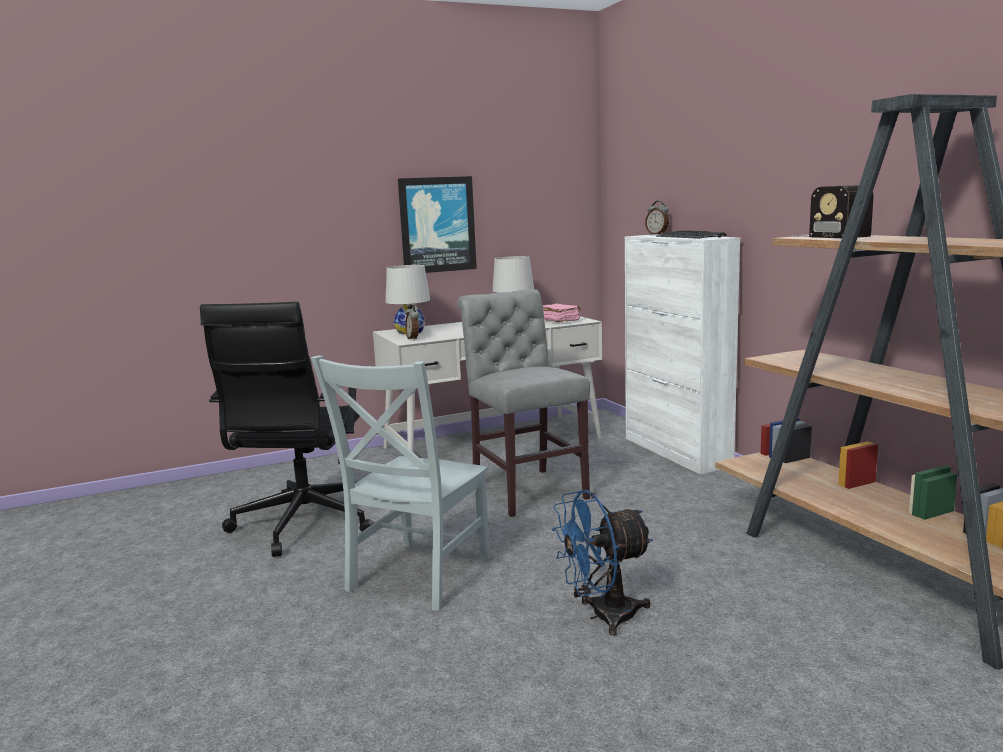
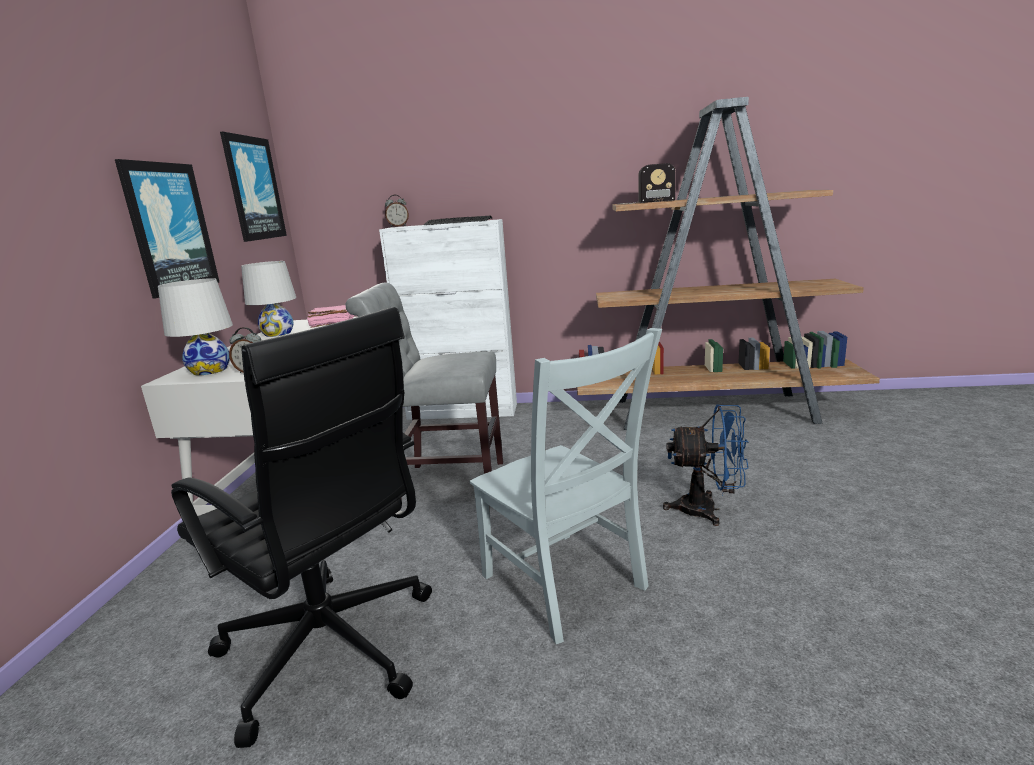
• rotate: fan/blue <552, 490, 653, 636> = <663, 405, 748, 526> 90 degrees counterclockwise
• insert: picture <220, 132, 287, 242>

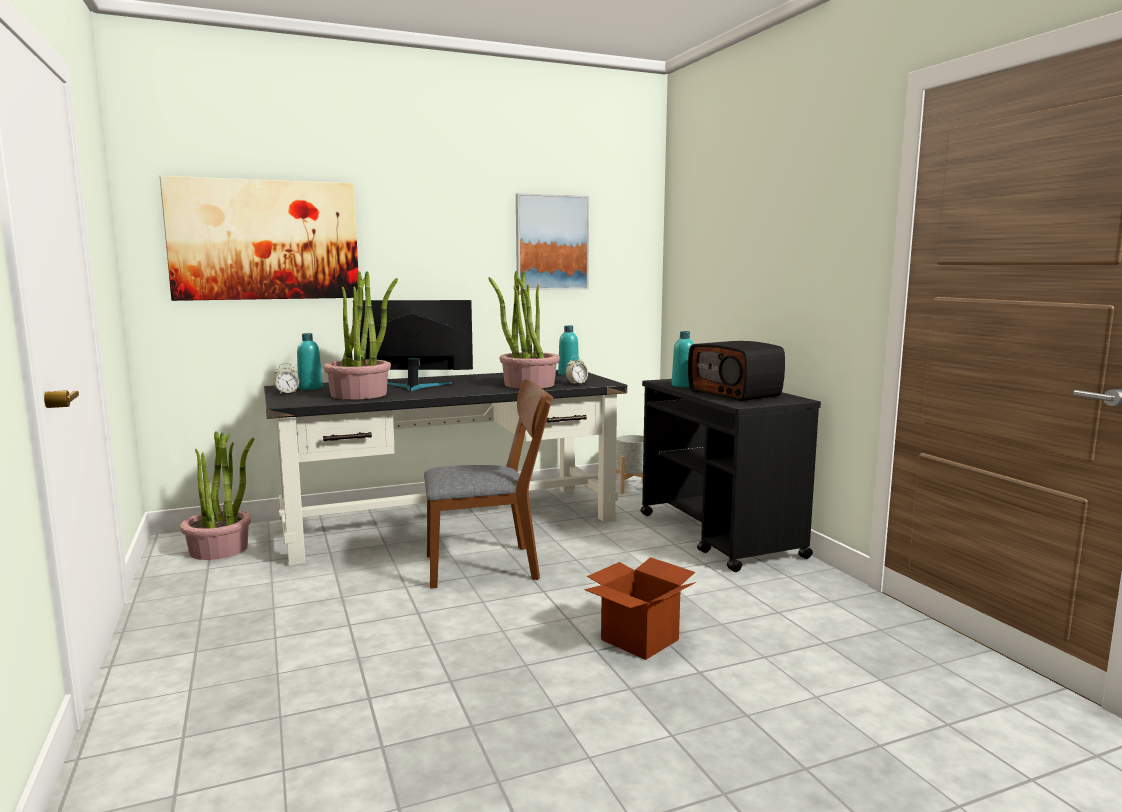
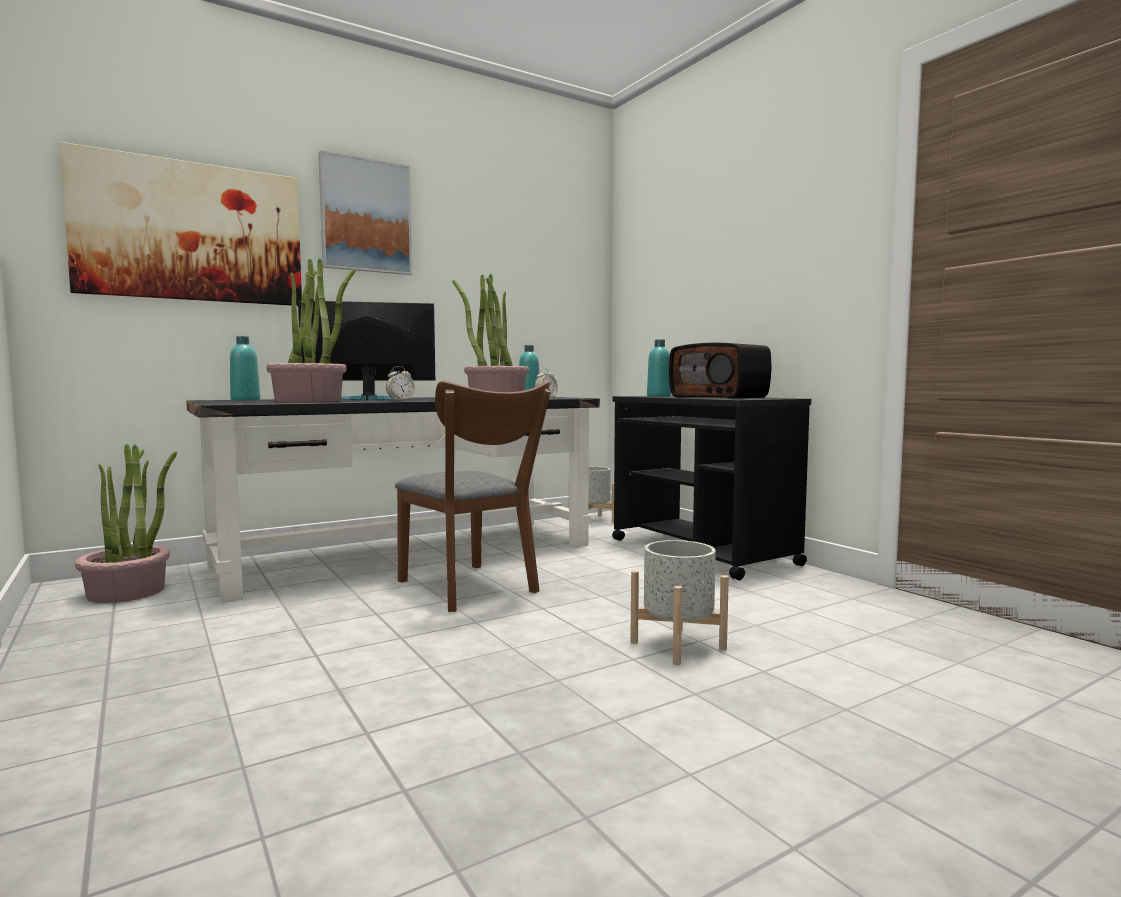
• move: picture <516, 193, 589, 290> to <318, 150, 412, 275>
• move: alarm clock <274, 363, 299, 395> to <386, 366, 415, 401>
• rotate: chair/brown <424, 379, 553, 589> = <395, 381, 551, 612> 75 degrees clockwise
• replace: cardboard box <584, 557, 696, 660> to planter/grey <630, 540, 729, 665>

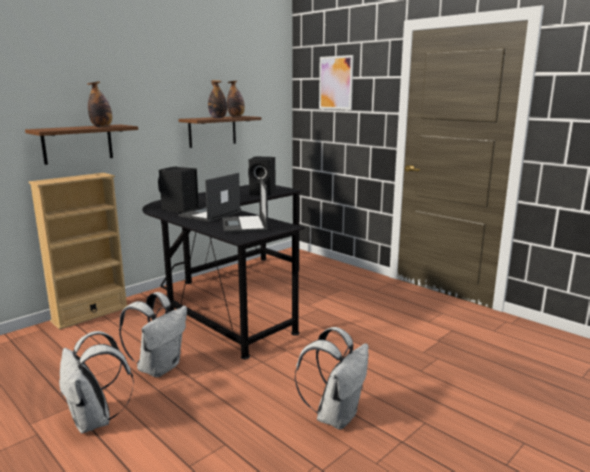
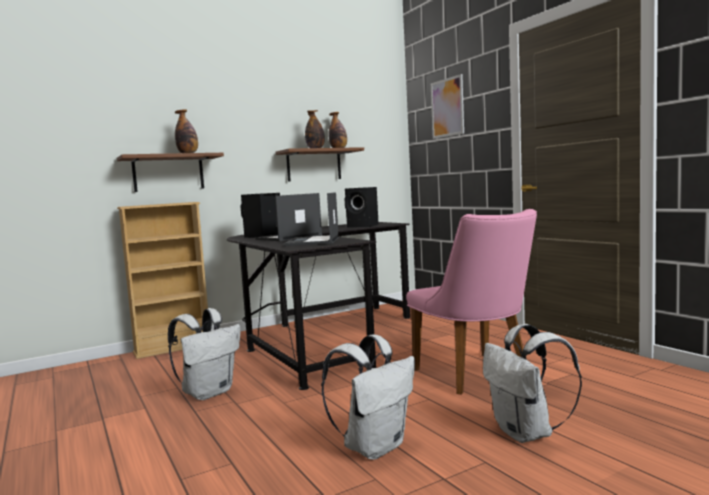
• move: backpack/white <59, 331, 134, 434> to <483, 324, 582, 443>
• insert: chair/pink <406, 209, 537, 394>

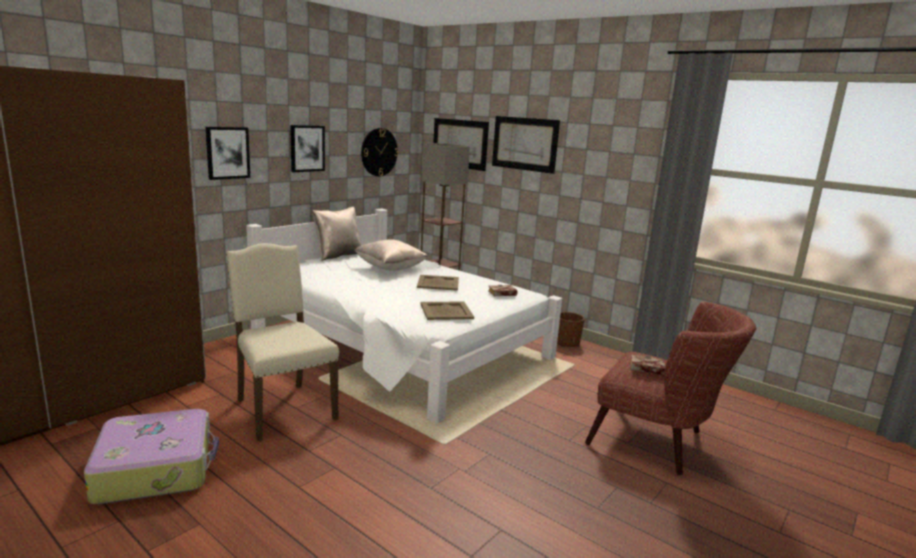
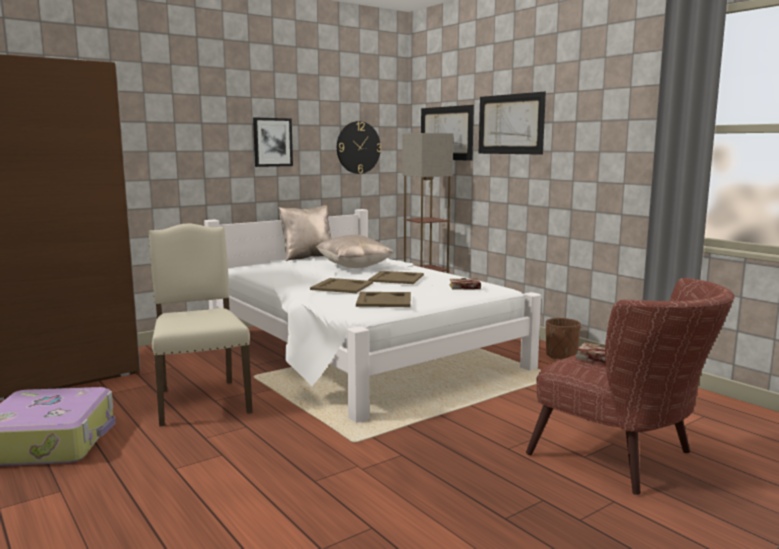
• delete: picture <206, 127, 250, 180>
• insert: tray/beige <310, 278, 373, 293>

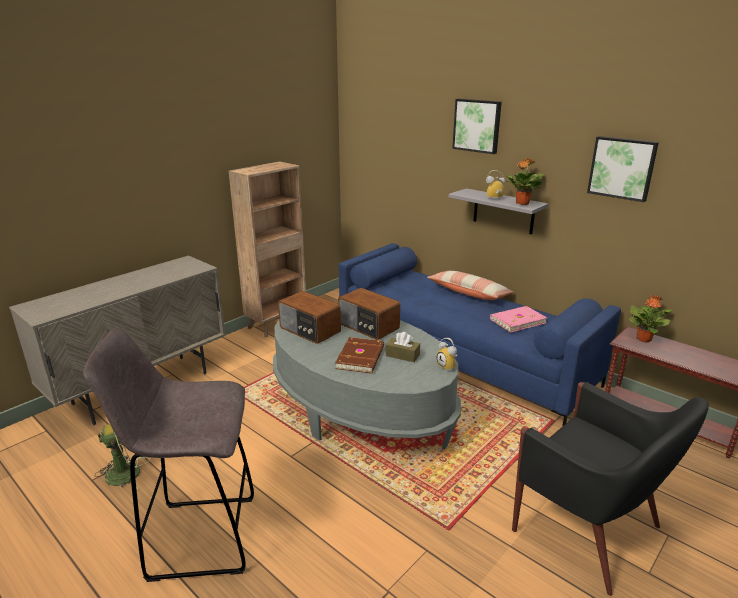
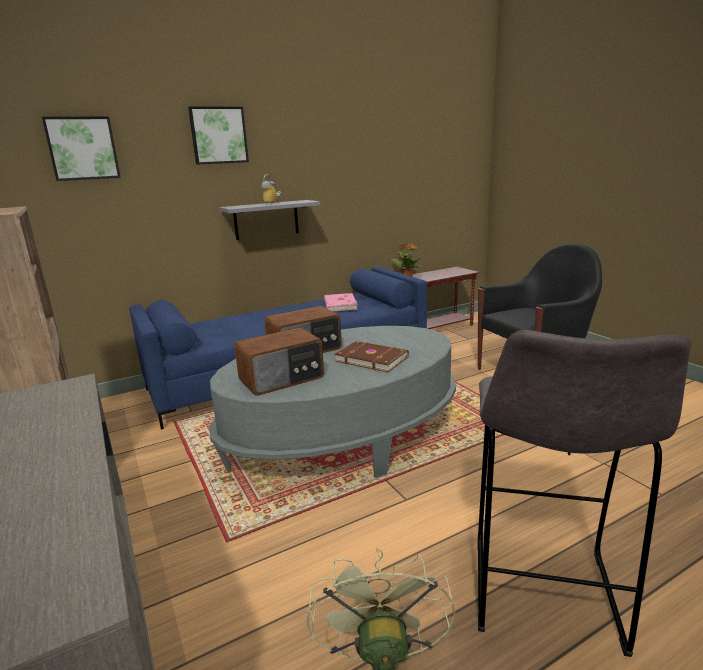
• move: picture <587, 136, 659, 202> to <42, 116, 121, 181>
• delete: potted plant <506, 158, 544, 205>
• delete: pillow <427, 271, 514, 300>
• delete: tissue box/brown <386, 332, 420, 362>
• delete: alarm clock <436, 338, 457, 370>

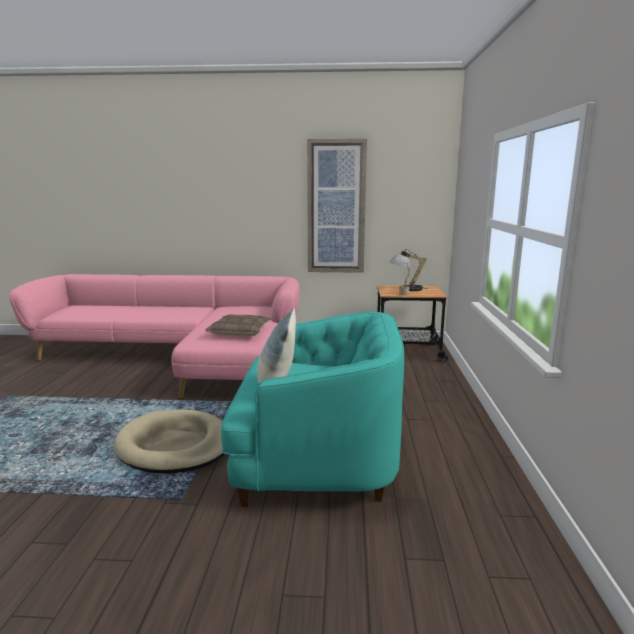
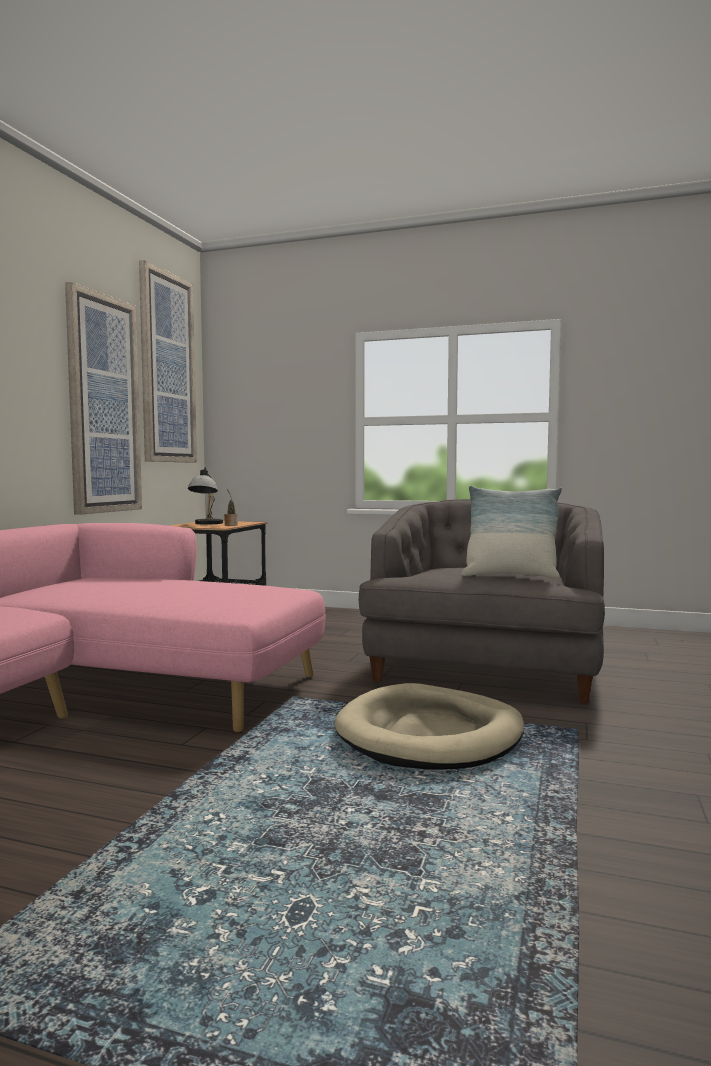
• recolor: armchair/turquoise <221, 312, 404, 507> to armchair/grey <359, 499, 605, 704>
• delete: pillow <205, 315, 272, 336>
• insert: picture <139, 260, 197, 463>

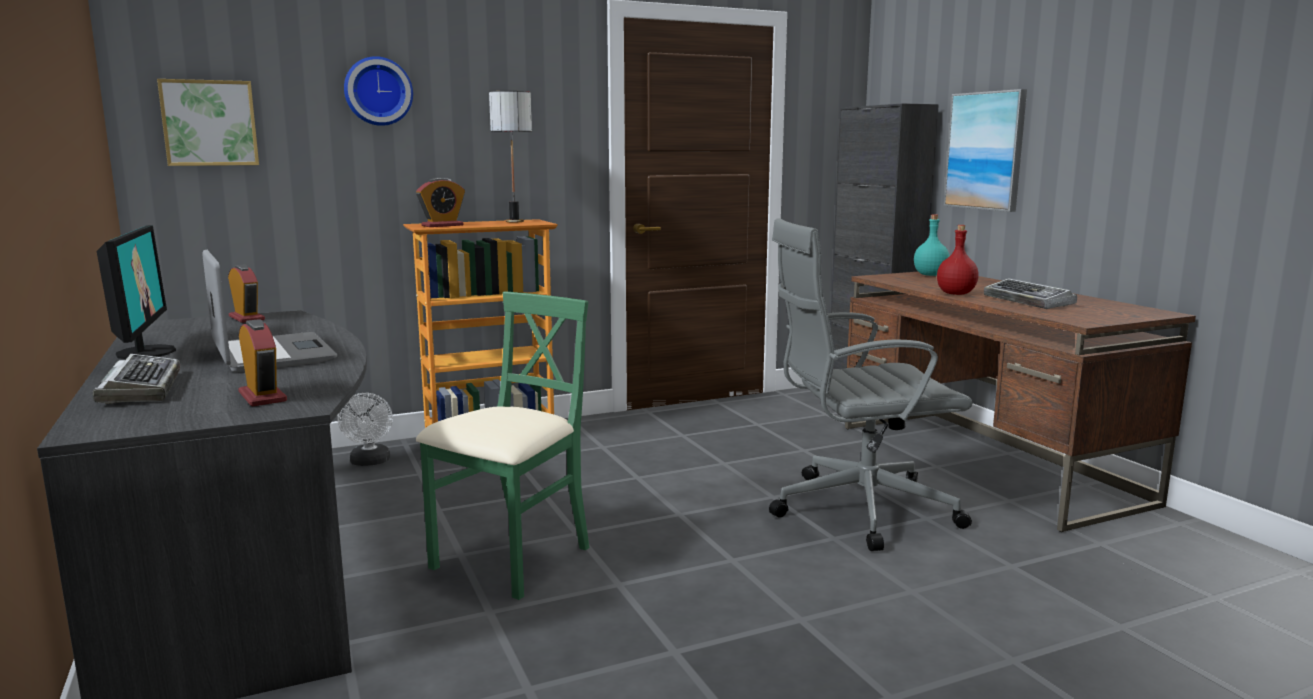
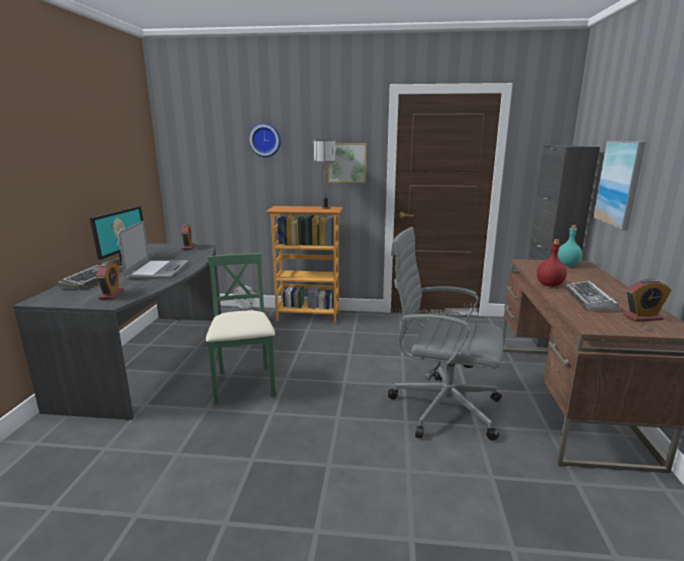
• move: picture <157, 79, 259, 166> to <328, 143, 367, 183>
• move: alarm clock <416, 178, 465, 227> to <623, 278, 671, 322>
• rotate: chair/green <416, 292, 589, 600> = <206, 253, 276, 404> 75 degrees counterclockwise

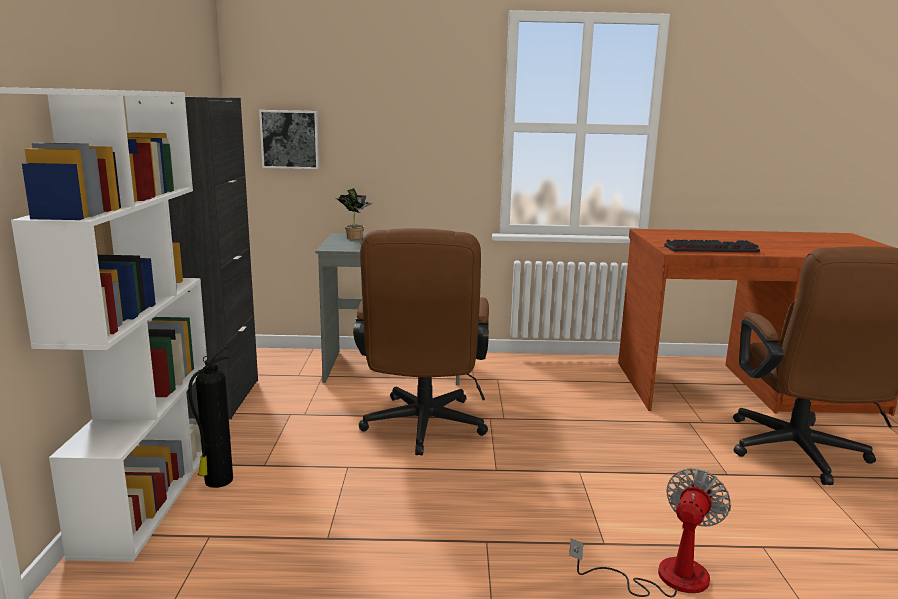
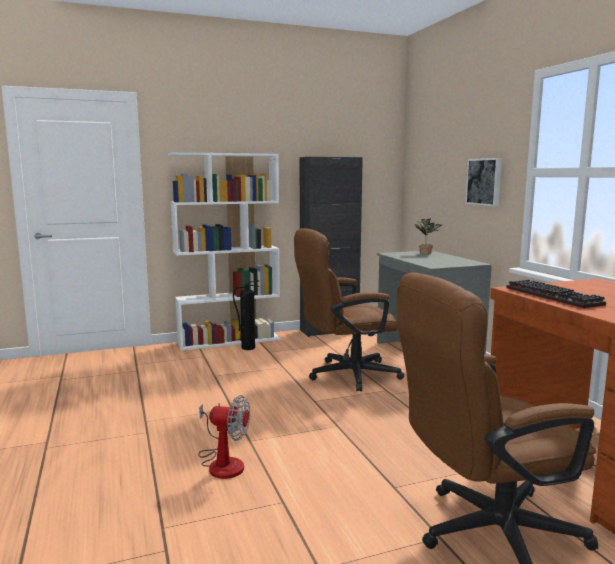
• move: picture <259, 110, 320, 169> to <465, 158, 502, 206>

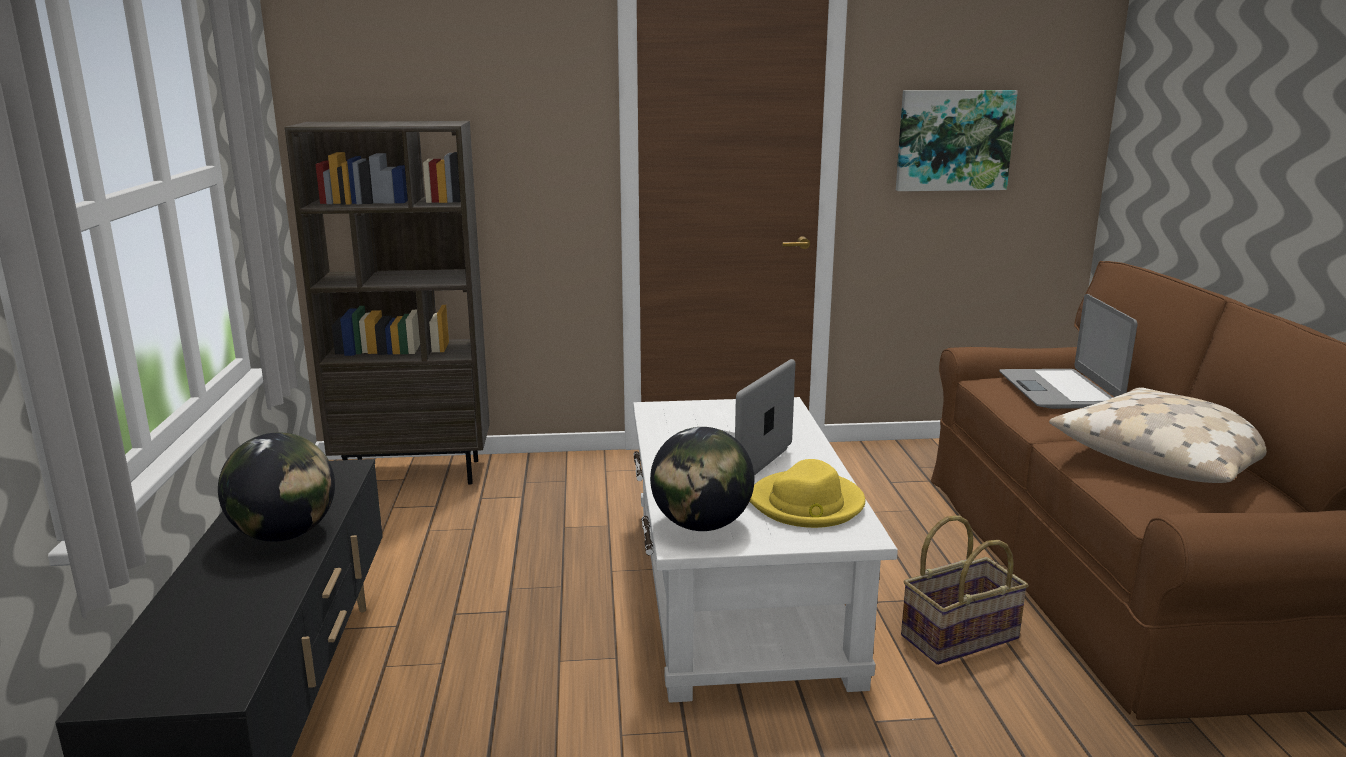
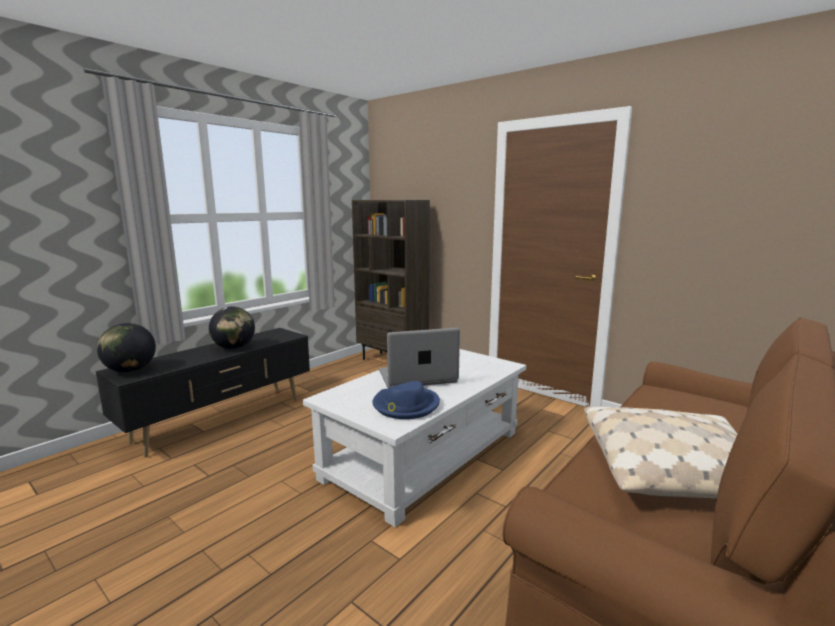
• delete: picture <896, 90, 1018, 191>
• delete: laptop <999, 294, 1137, 409>
• move: globe <650, 427, 754, 531> to <97, 323, 156, 373>
• recolor: hat/yellow <749, 459, 866, 528> to hat/blue <373, 381, 440, 419>
• delete: basket <901, 515, 1028, 665>

